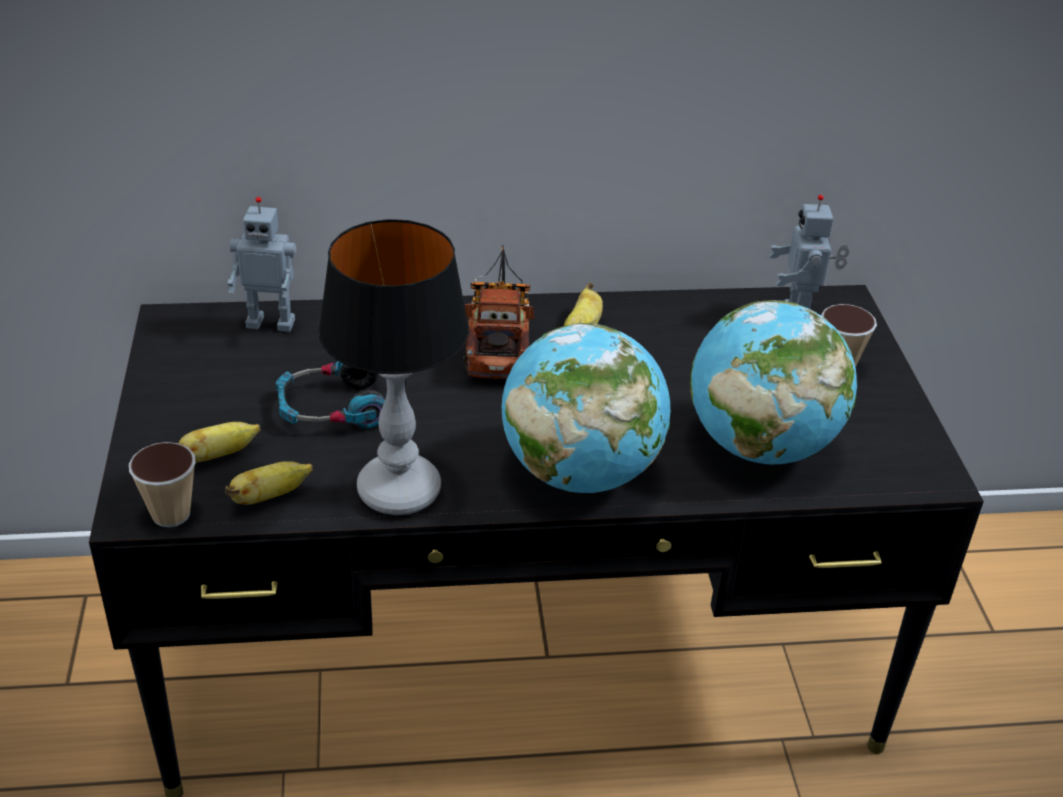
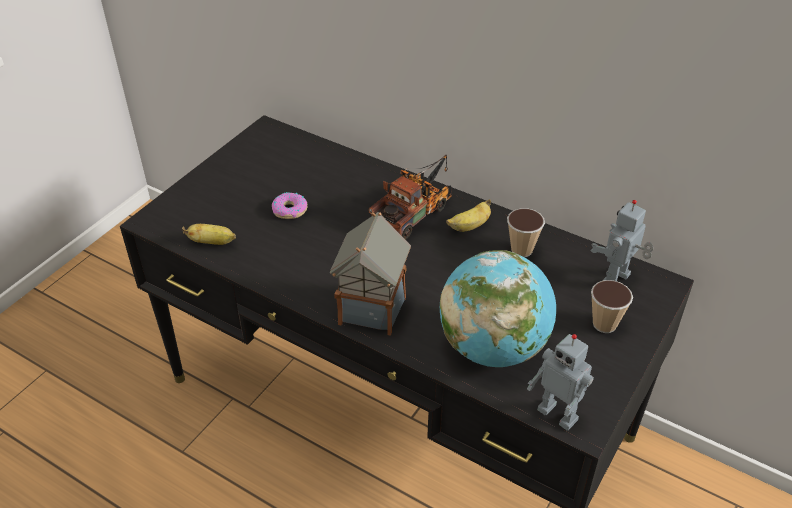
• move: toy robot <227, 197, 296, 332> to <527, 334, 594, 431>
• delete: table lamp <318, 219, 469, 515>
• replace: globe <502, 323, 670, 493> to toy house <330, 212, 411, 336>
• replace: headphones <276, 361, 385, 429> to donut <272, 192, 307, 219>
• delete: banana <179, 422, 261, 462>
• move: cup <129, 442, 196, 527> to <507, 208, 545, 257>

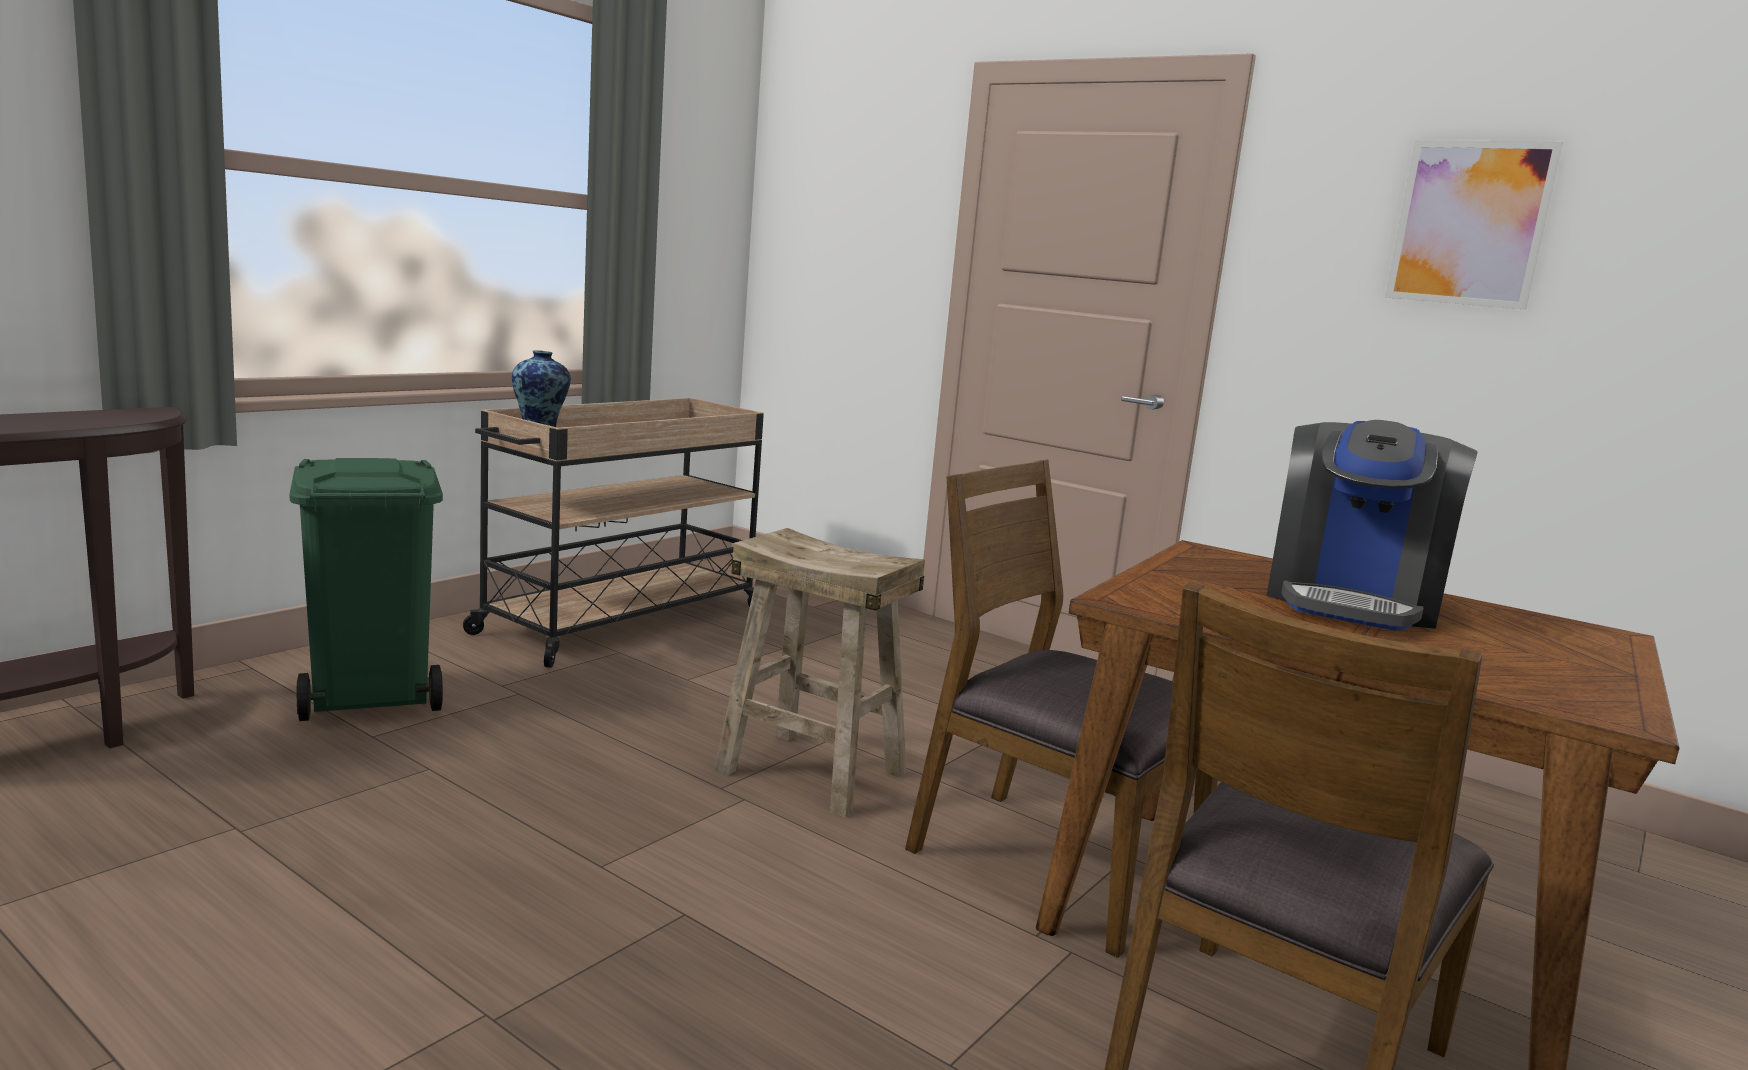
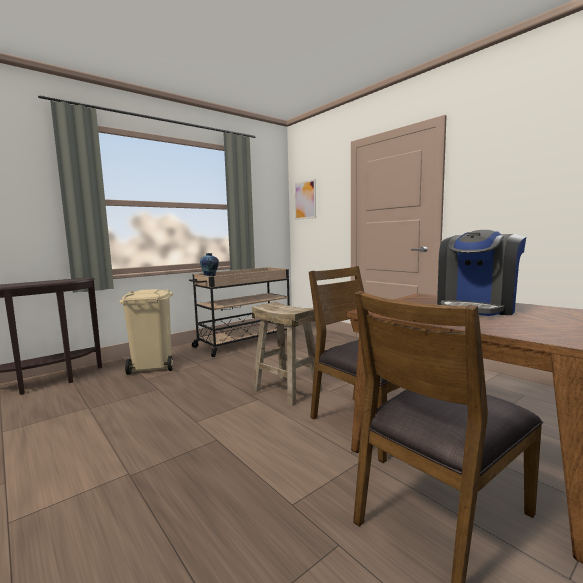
• move: picture <1385, 140, 1563, 310> to <294, 179, 316, 220>
• recolor: trash can/green <289, 458, 443, 721> to trash can/beige <119, 289, 173, 375>

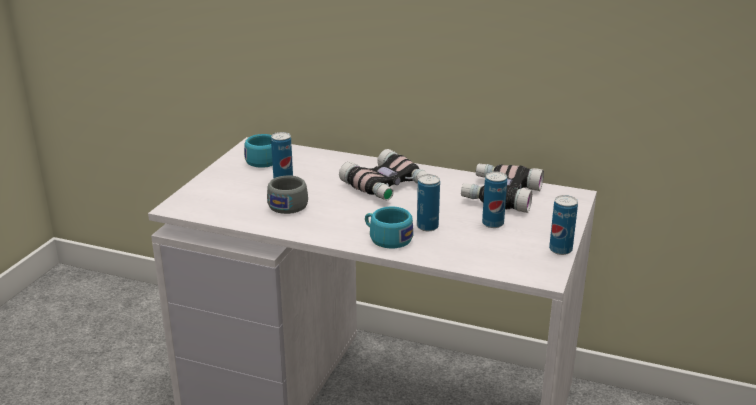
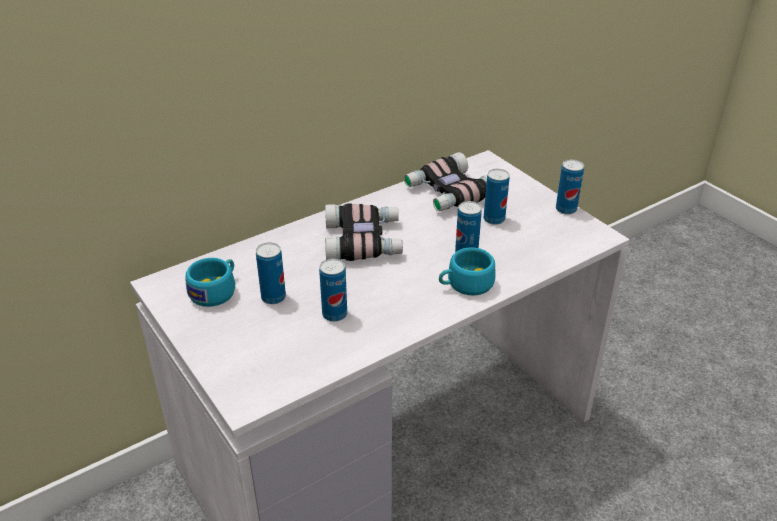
• replace: cup/grey <267, 175, 308, 214> to can <319, 258, 347, 322>

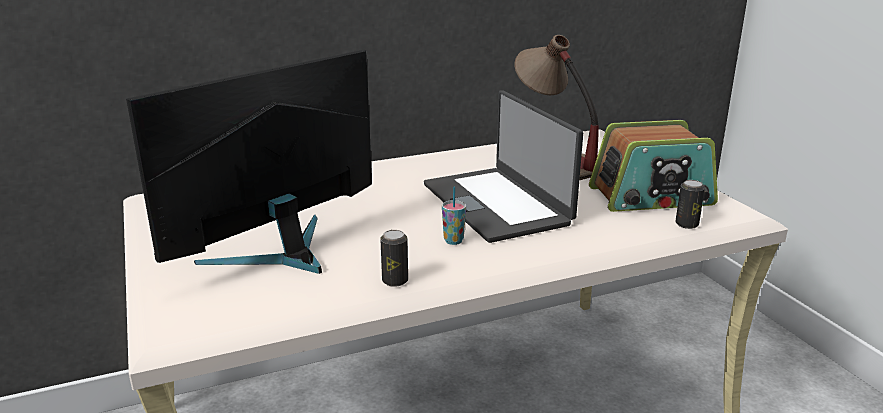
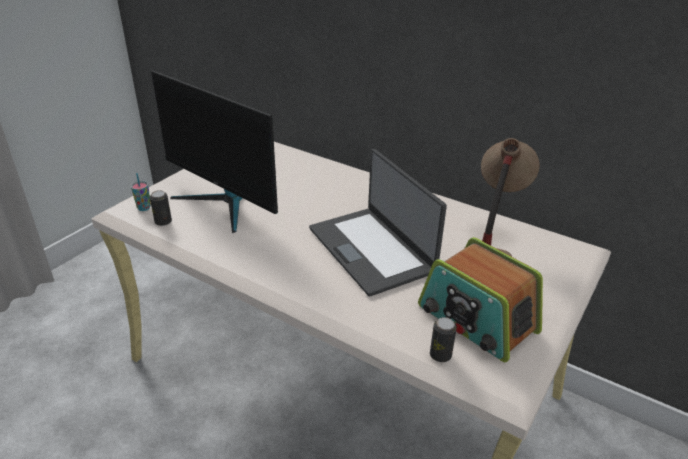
• rotate: monitor <126, 50, 372, 274> = <151, 71, 278, 233> 150 degrees counterclockwise
• rotate: laptop <424, 90, 583, 243> = <309, 149, 447, 297> 60 degrees counterclockwise
• move: cup <442, 186, 466, 245> to <131, 173, 151, 211>
• move: can <380, 230, 408, 287> to <150, 190, 172, 226>

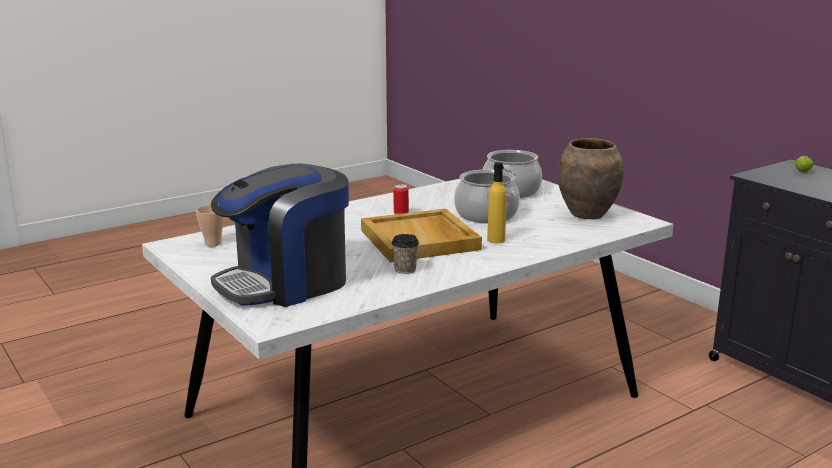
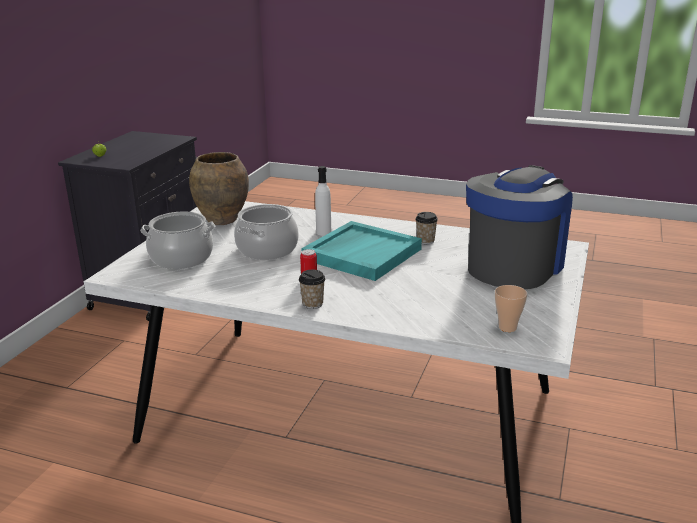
• recolor: bottle/yellow <487, 162, 507, 243> to bottle/white <315, 166, 331, 236>
• rotate: coffee machine <211, 164, 349, 307> = <466, 165, 573, 289> 75 degrees counterclockwise
• recolor: tray/beige <361, 209, 482, 262> to tray/turquoise <301, 221, 422, 281>
• insert: cup <299, 270, 325, 309>

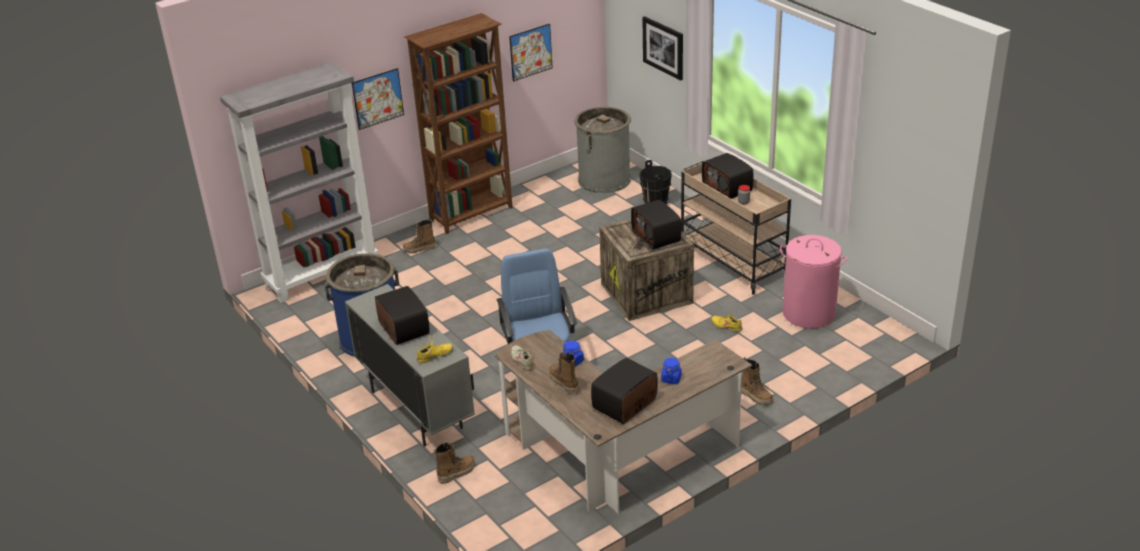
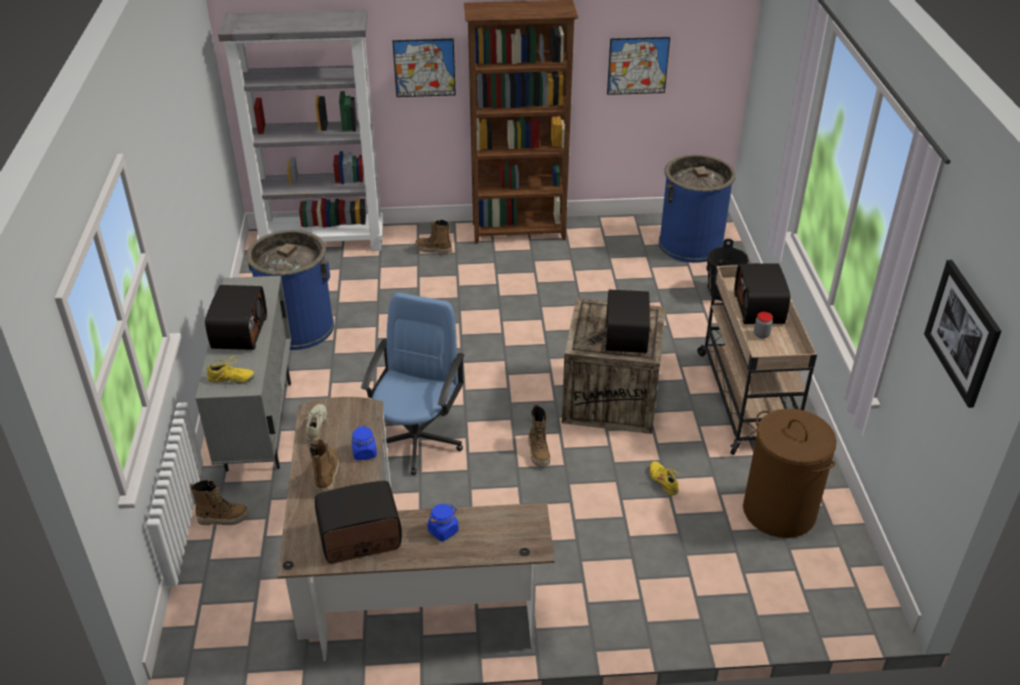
• move: picture <642, 16, 683, 81> to <924, 260, 1001, 408>
• recolor: trash can/grey <574, 107, 631, 193> to trash can/blue <659, 155, 736, 263>
• recolor: laundry basket/pink <780, 235, 847, 328> to laundry basket/brown <743, 409, 837, 538>
• move: boot <741, 357, 773, 405> to <528, 403, 550, 467>

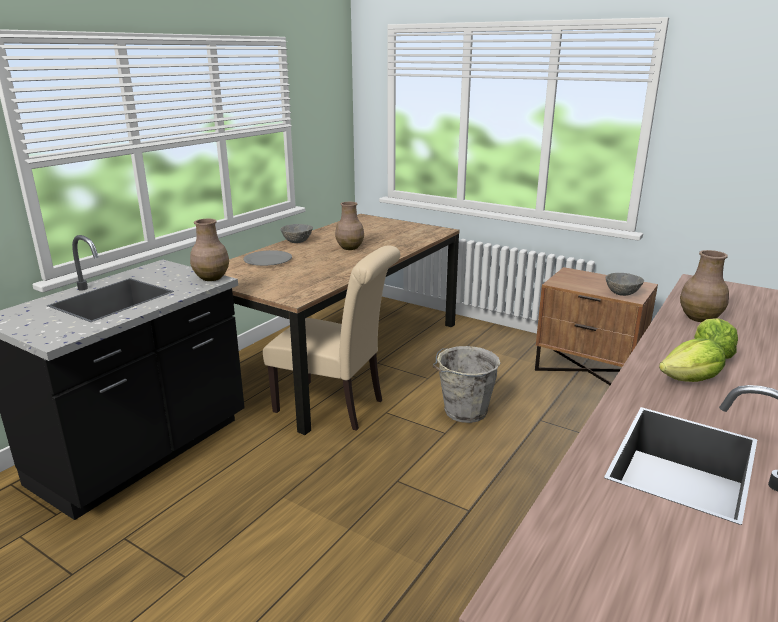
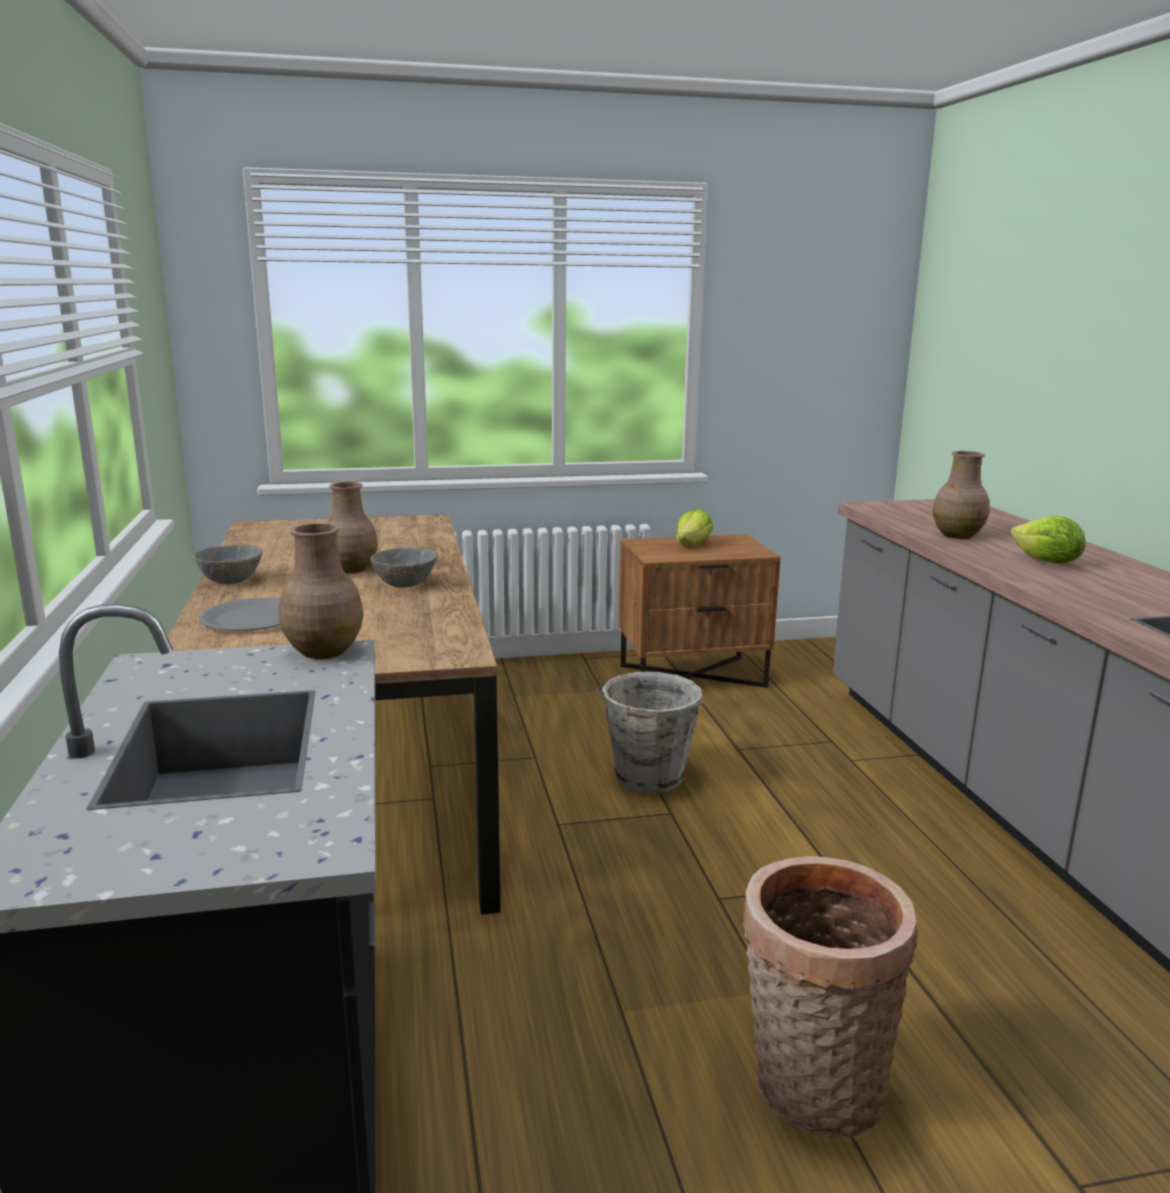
• delete: chair/beige <263, 246, 400, 431>
• move: bowl/grey <606, 273, 644, 296> to <371, 548, 437, 588>
• move: lettuce <659, 338, 726, 382> to <676, 509, 713, 546>
• insert: basket <743, 856, 917, 1139>

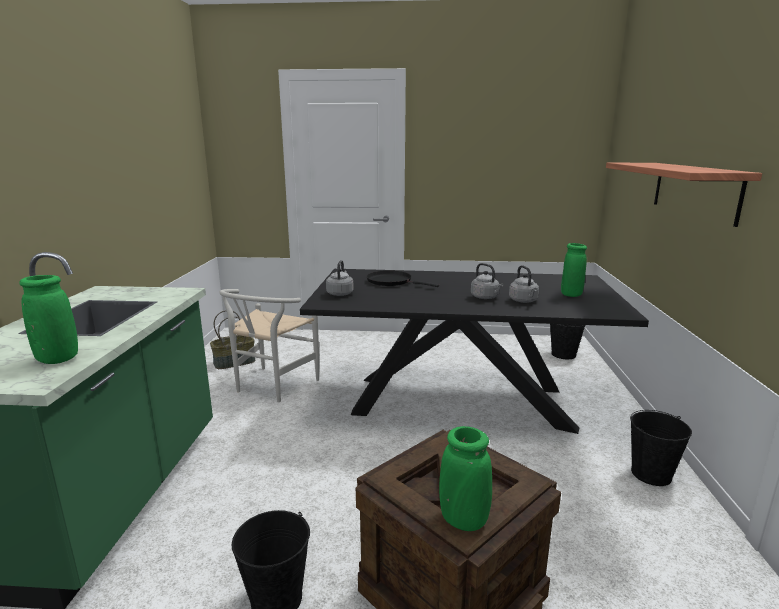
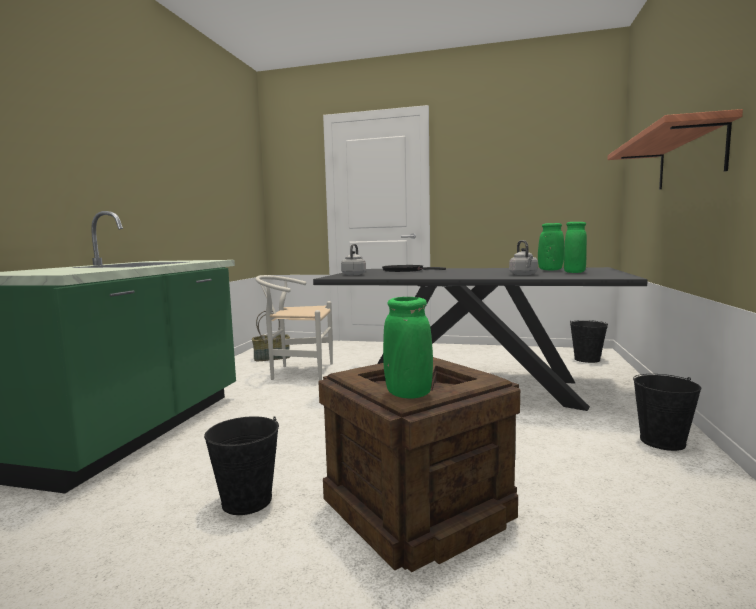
• delete: kettle/grey <471, 263, 503, 299>
• move: vase/green <19, 275, 78, 364> to <538, 223, 564, 270>
• rotate: chair/white <220, 289, 319, 402> = <255, 275, 333, 381> 60 degrees clockwise

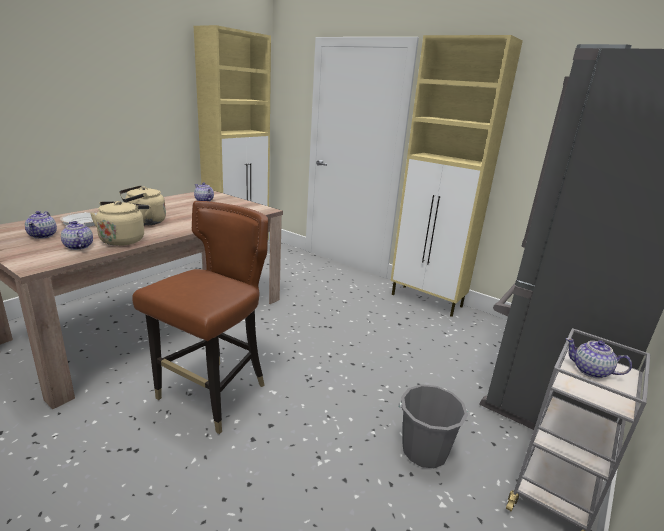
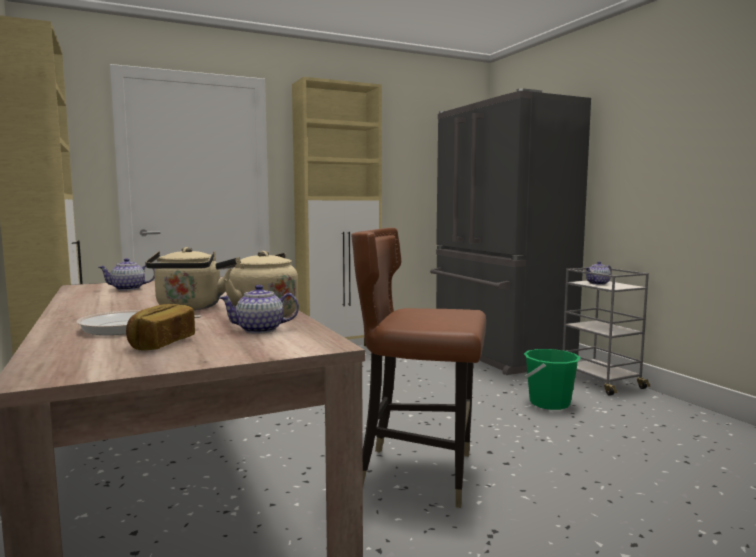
• rotate: chair/brown <132, 201, 268, 434> = <351, 228, 486, 508> 45 degrees counterclockwise
• replace: teapot <25, 211, 57, 239> to bread <126, 304, 195, 351>
• recolor: bucket/grey <398, 384, 468, 468> to bucket/green <524, 349, 581, 410>

